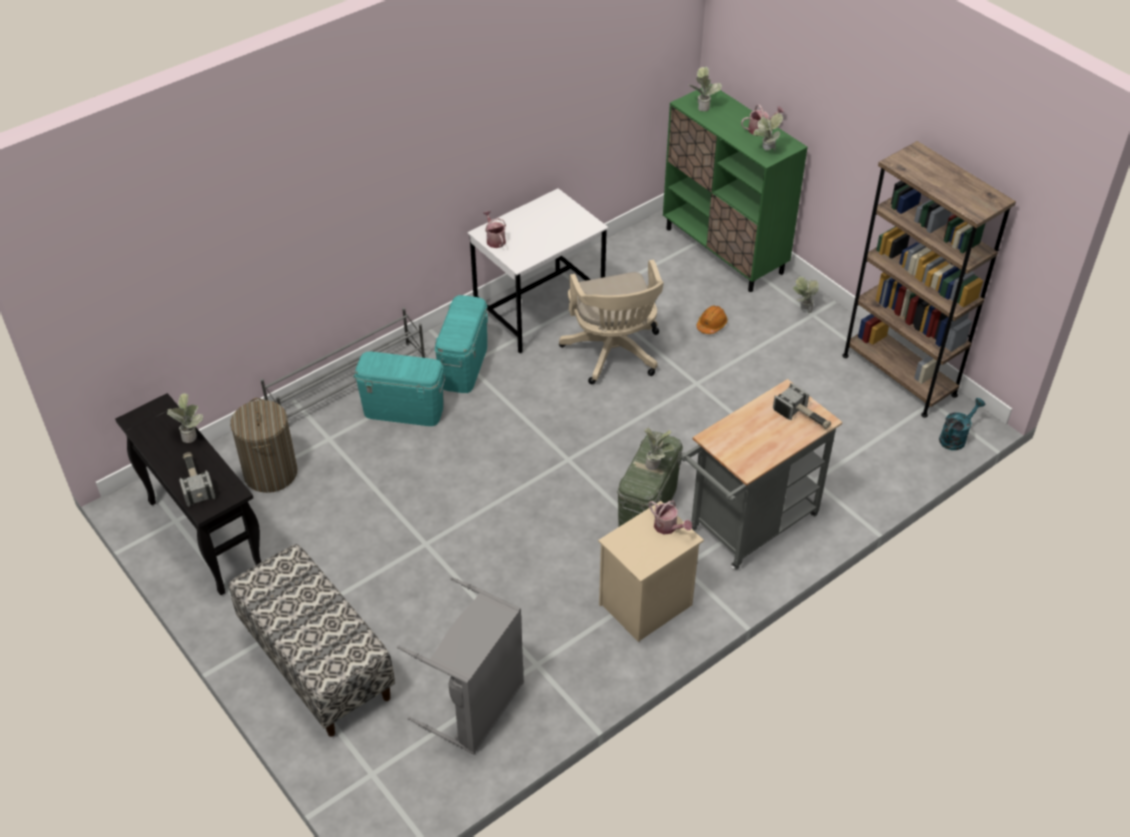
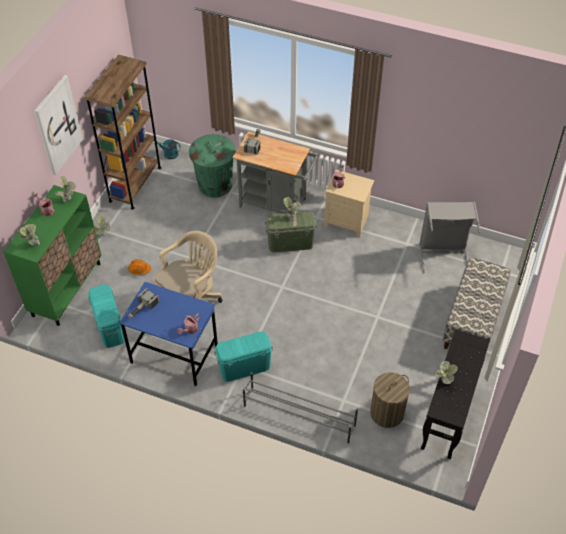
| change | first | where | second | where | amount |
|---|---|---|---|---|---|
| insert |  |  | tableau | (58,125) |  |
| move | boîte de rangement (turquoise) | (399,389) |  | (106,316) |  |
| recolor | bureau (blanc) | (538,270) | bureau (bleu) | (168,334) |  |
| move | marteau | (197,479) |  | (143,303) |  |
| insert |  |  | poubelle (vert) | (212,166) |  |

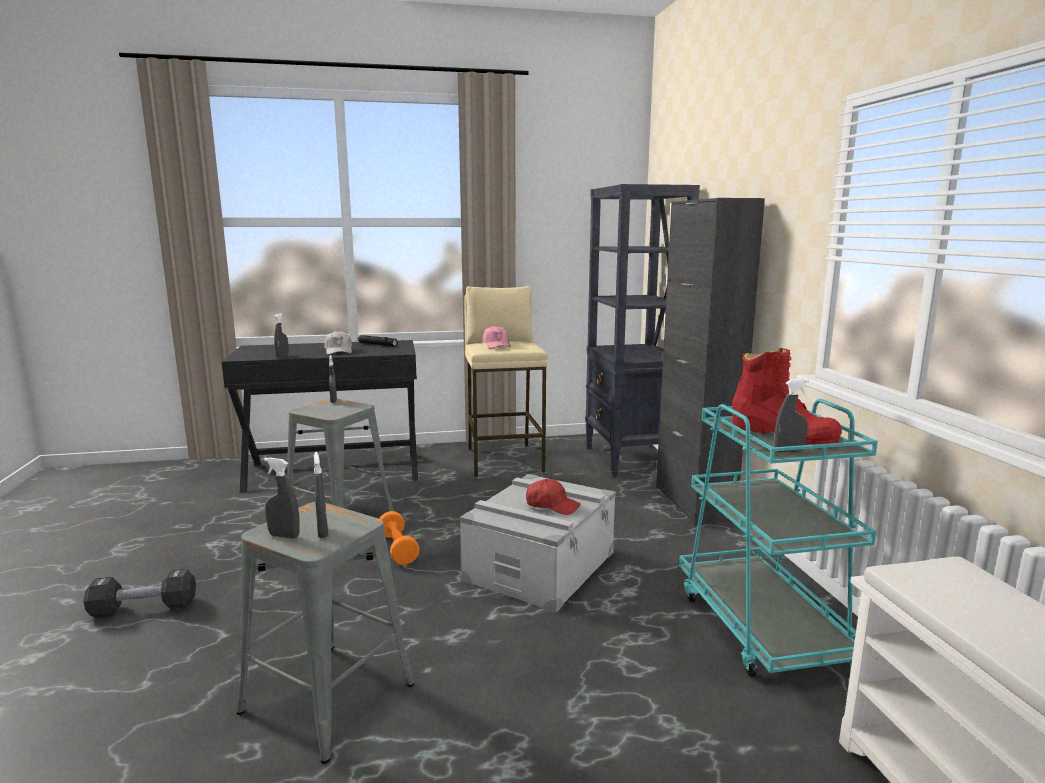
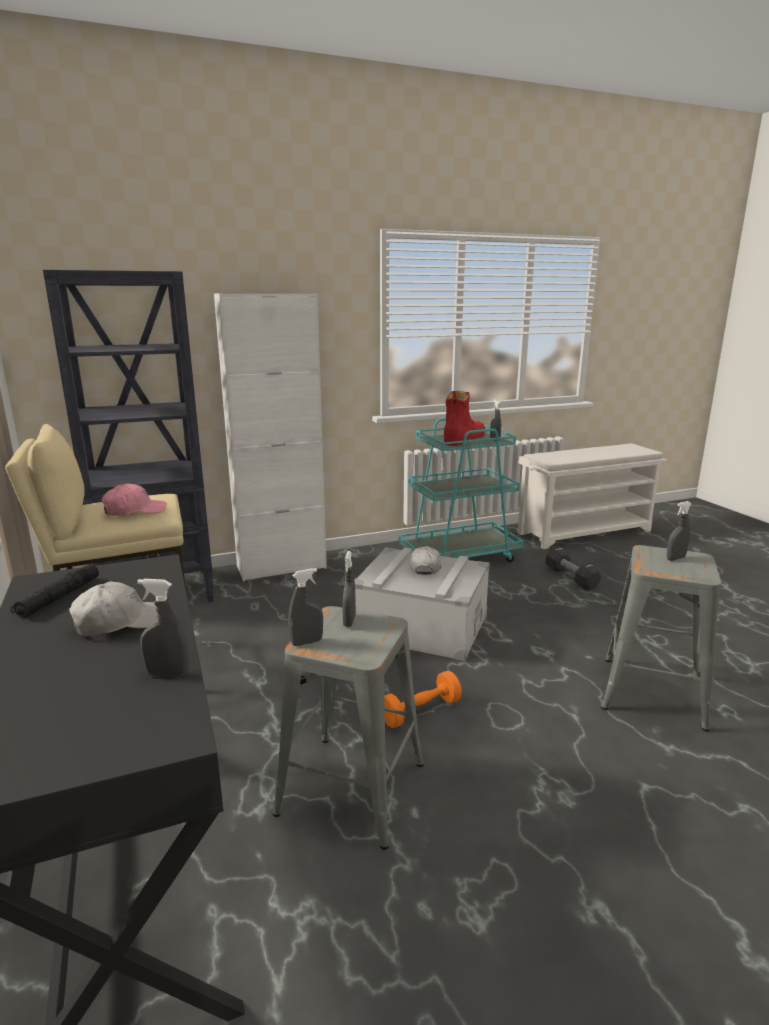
| change | first | where | second | where | amount |
|---|---|---|---|---|---|
| recolor | meuble de rangement (noir) | (710,361) | meuble de rangement (blanc) | (270,437) |  |
| move | vaporisateur (gris) | (282,498) |  | (349,589) |  |
| recolor | casquette (rouge) | (553,497) | casquette (blanc) | (426,560) |  |
| move | haltère (noir) | (139,593) |  | (573,568) |  |

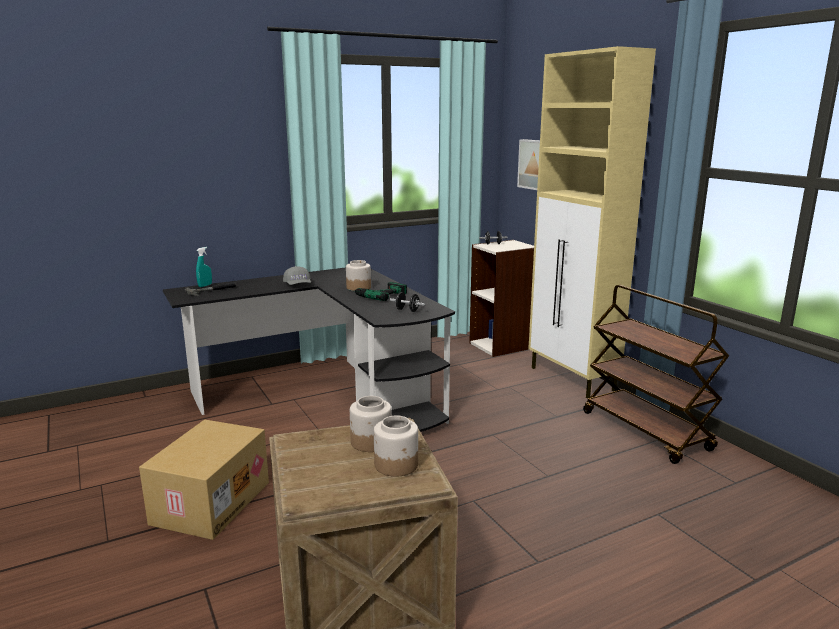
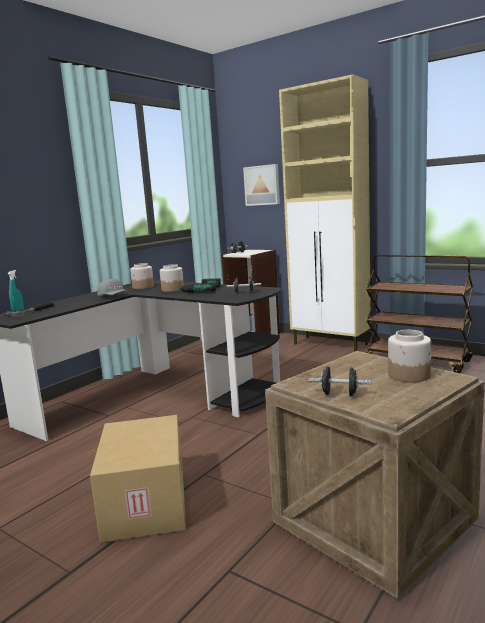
| change | first | where | second | where | amount |
|---|---|---|---|---|---|
| move | bocal | (371,424) |  | (142,276) |  |
| insert |  |  | haltère (noir) | (339,381) |  |

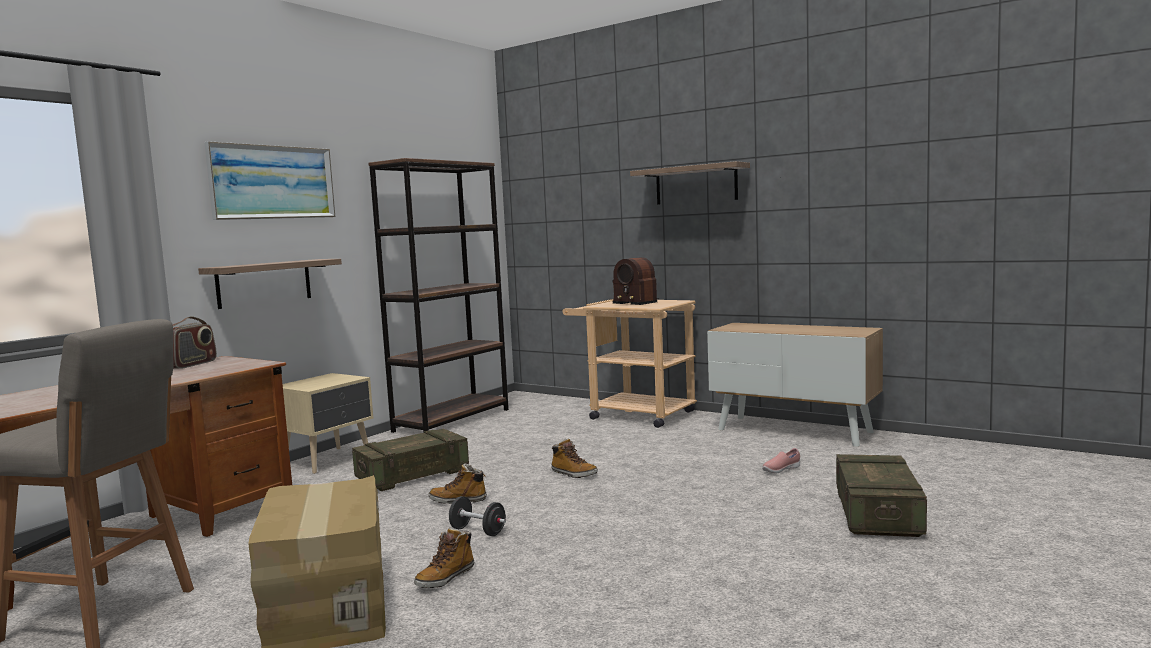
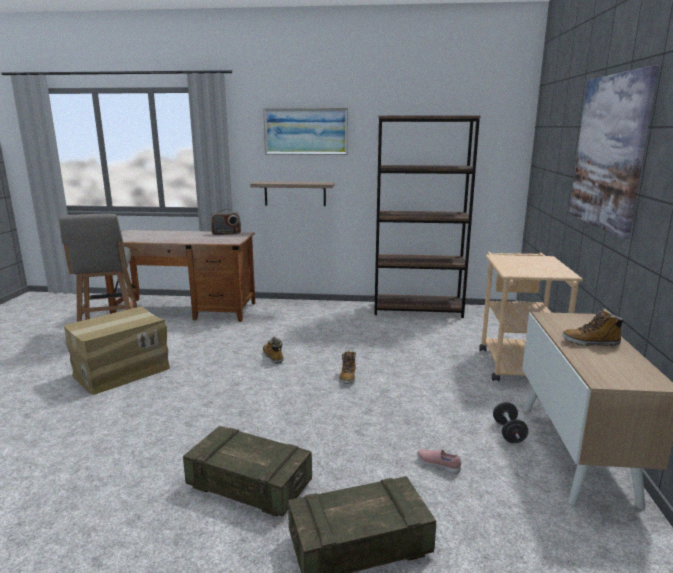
| change | first | where | second | where | amount |
|---|---|---|---|---|---|
| move | caisse | (410,460) |  | (247,471) |  |
| move | haltère (noir) | (477,516) |  | (511,422) |  |
| move | botte | (444,557) |  | (593,327) |  |
| replace | étagère | (690,183) | tableau | (614,152) |  |
| delete | table de chevet (beige) | (328,423) |  |  |  |
| delete | radio | (636,281) |  |  |  |

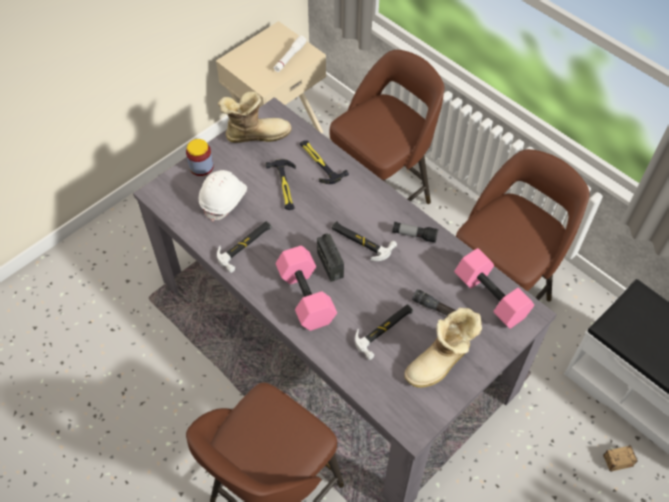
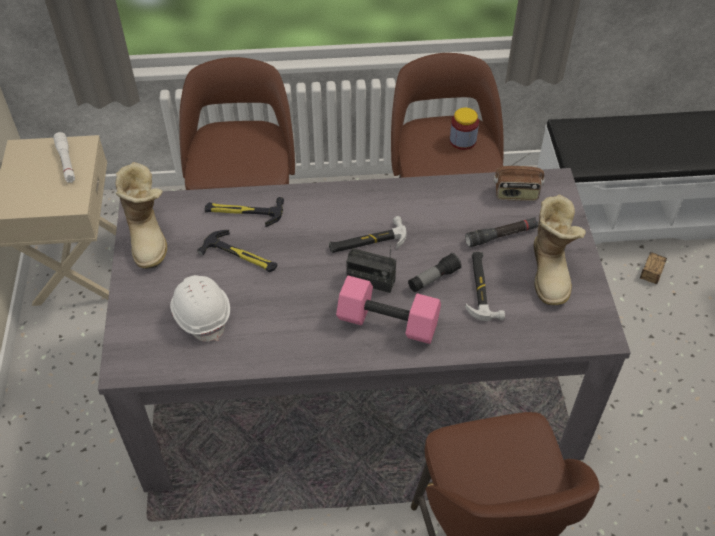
| change | first | where | second | where | amount |
|---|---|---|---|---|---|
| rotate | botte | (255,117) |  | (141,215) | 135 degrees clockwise |
| move | lampe de poche | (415,232) |  | (435,272) |  |
| move | bocal | (200,157) |  | (464,129) |  |
| replace | haltère (rose) | (494,288) | radio | (518,176) |  |
| delete | marteau | (244,247) |  |  |  |

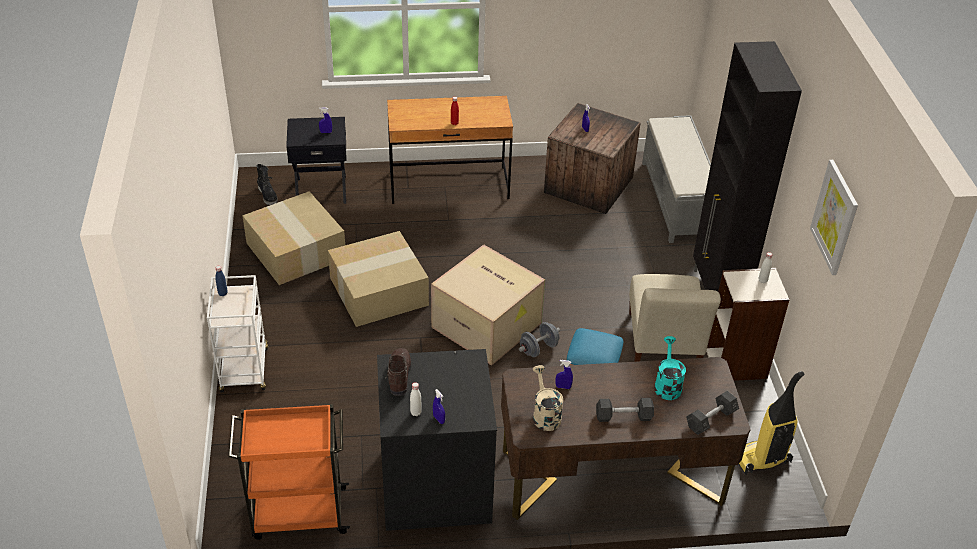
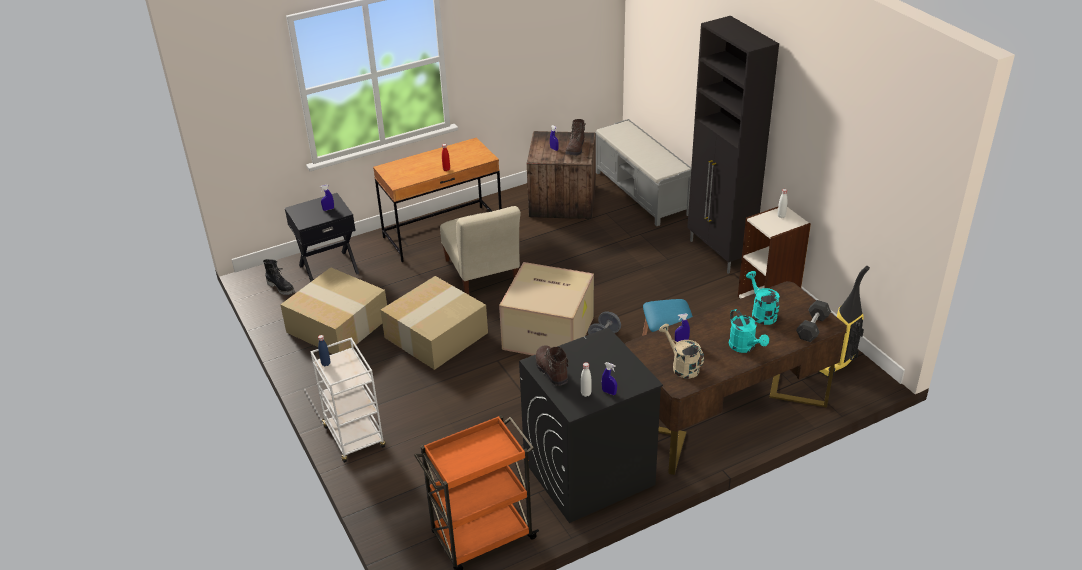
| change | first | where | second | where | amount |
|---|---|---|---|---|---|
| move | chaise (beige) | (675,318) |  | (480,250) |  |
| insert |  |  | botte (marron) | (575,137) |  |
| replace | haltère (gris) | (625,410) | arrosoir (turquoise) | (749,331) |  |
| delete | tableau | (834,217) |  |  |  |

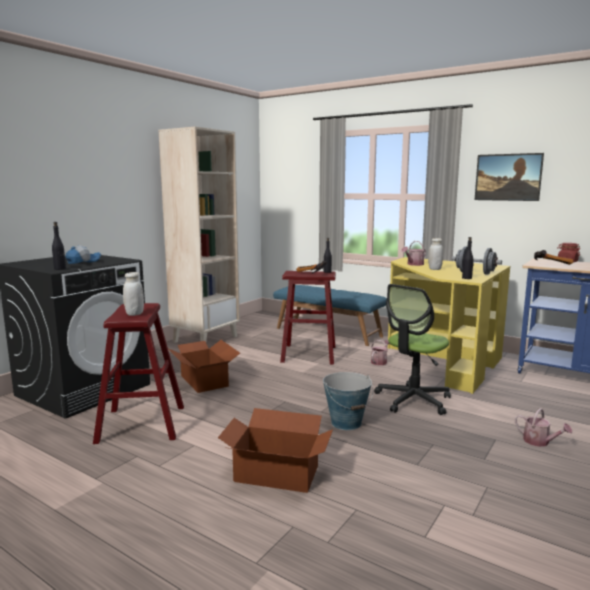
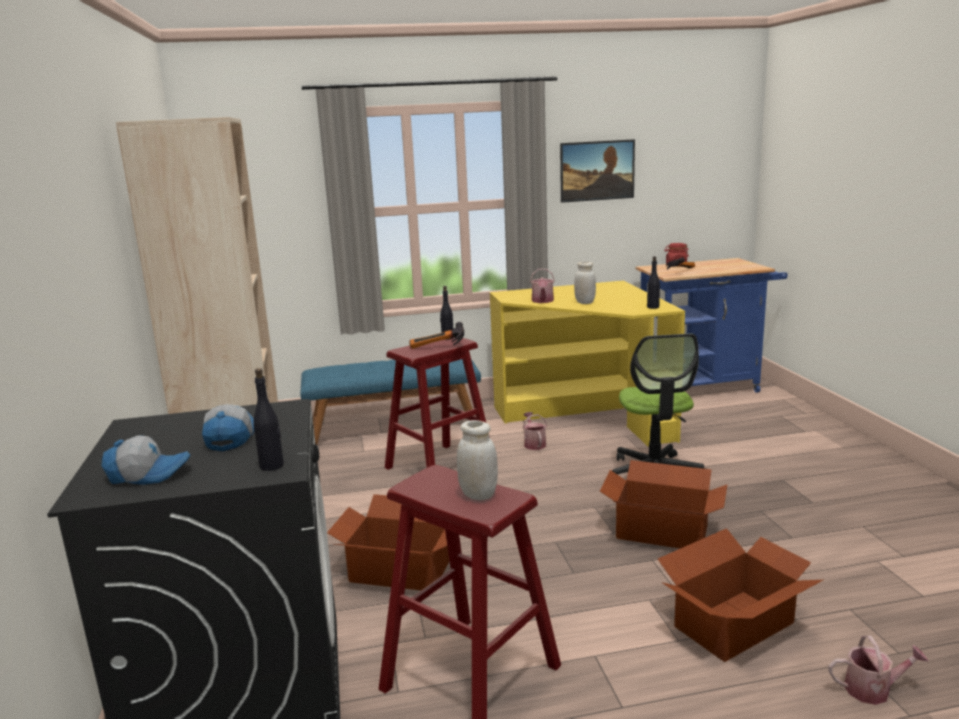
| change | first | where | second | where | amount |
|---|---|---|---|---|---|
| insert |  |  | casquette | (146,460) |  |
| replace | seau | (348,401) | carton | (664,504) |  |
| move | arrosoir | (543,427) |  | (878,670) |  |
| delete | haltère (gris) | (477,260) |  |  |  |

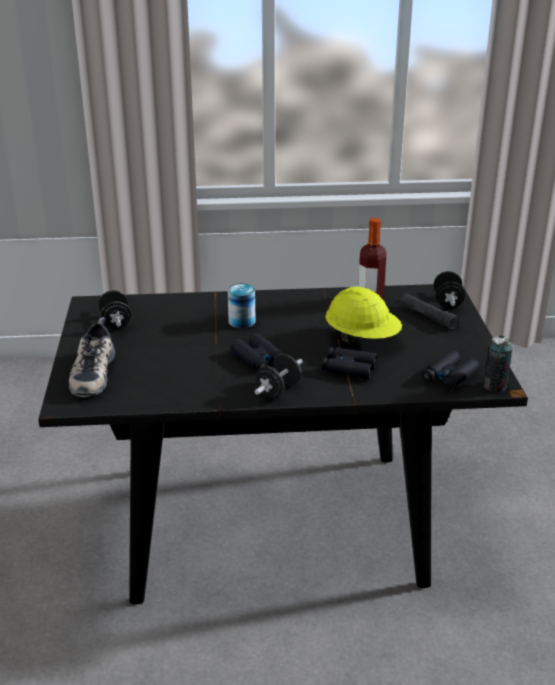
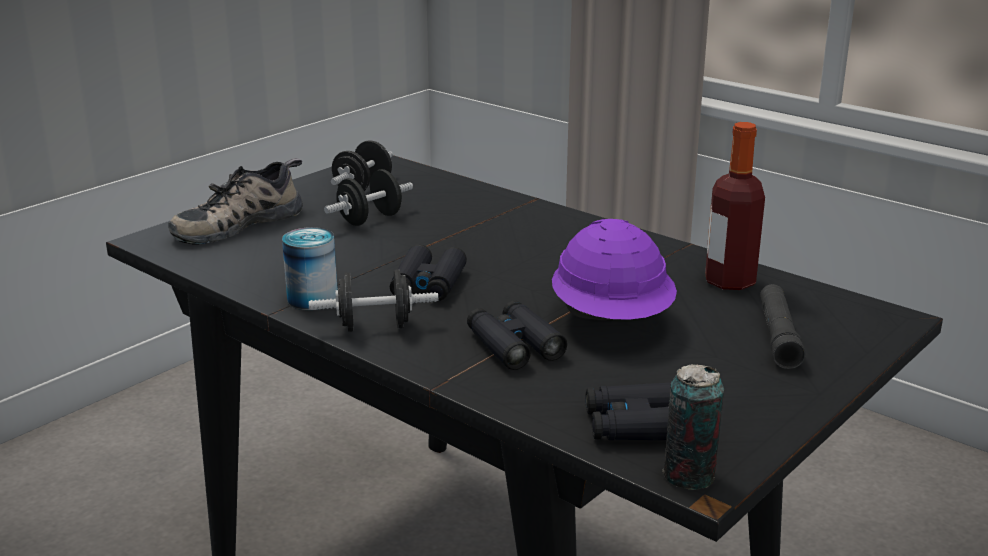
| change | first | where | second | where | amount |
|---|---|---|---|---|---|
| move | boîte métallique | (241,305) |  | (310,268) |  |
| move | haltère (noir) | (449,290) |  | (368,197) |  |
| recolor | casque de chantier (jaune) | (363,315) | casque de chantier (violet) | (614,269) |  |

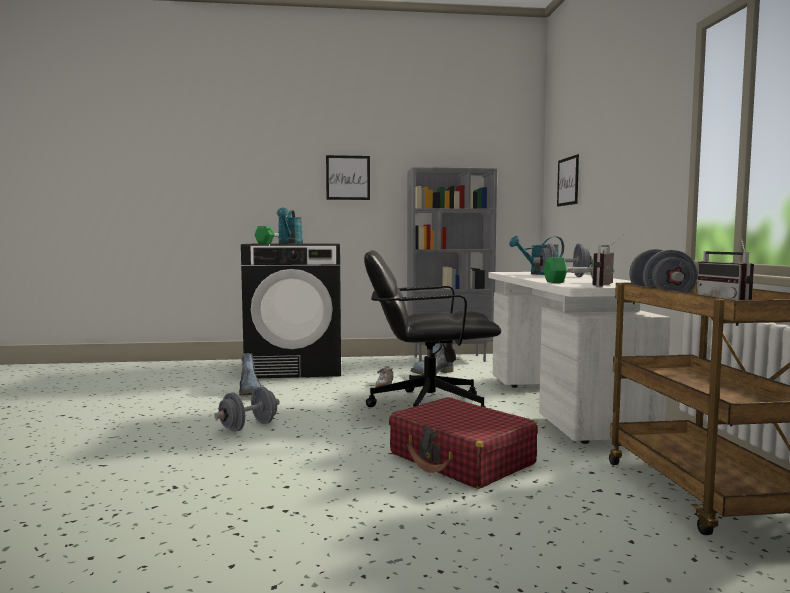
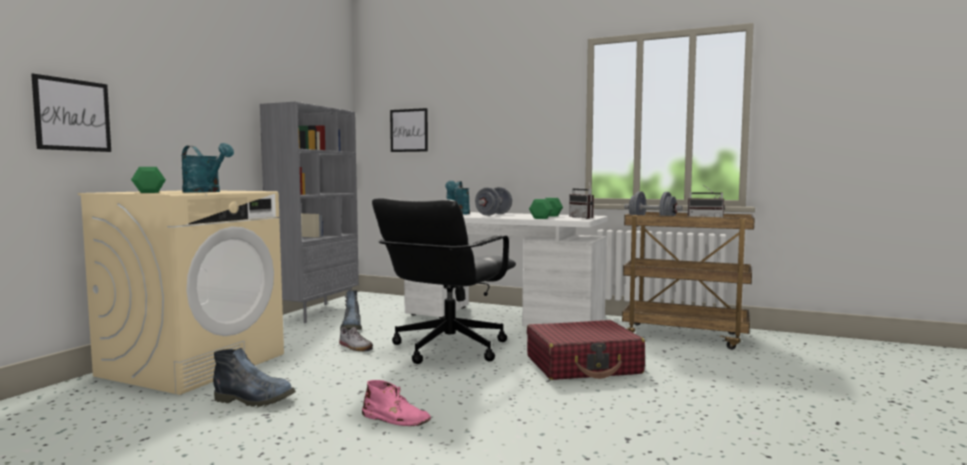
| change | first | where | second | where | amount |
|---|---|---|---|---|---|
| move | tableau | (348,177) |  | (71,113) |  |
| recolor | lave-linge (noir) | (291,311) | lave-linge (beige) | (181,292) |  |
| replace | haltère (gris) | (247,409) | botte (rose) | (396,403) |  |

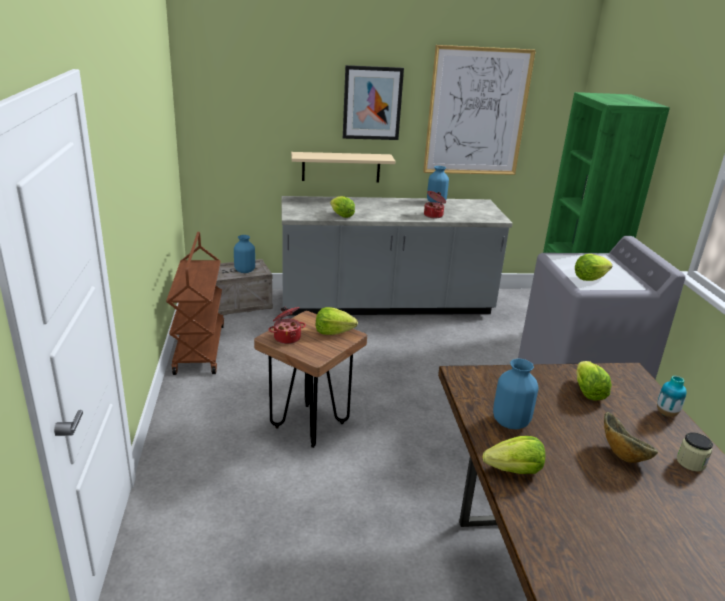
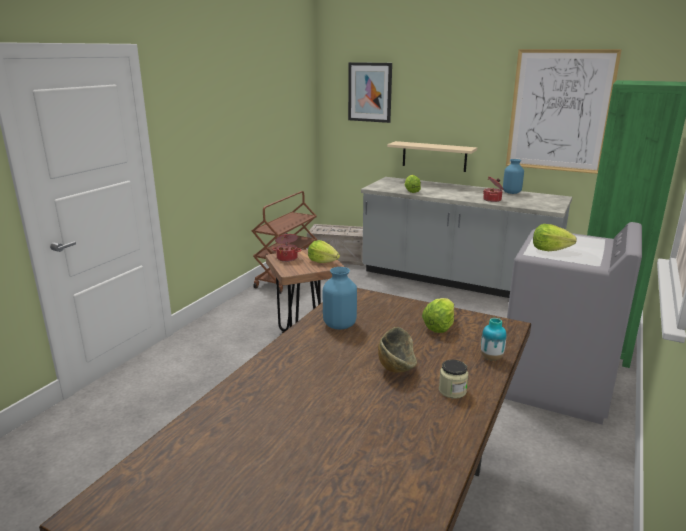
| change | first | where | second | where | amount |
|---|---|---|---|---|---|
| move | tableau | (373,102) |  | (370,92) |  |
| delete | vase (bleu) | (244,254) |  |  |  |
| delete | laitue | (513,455) |  |  |  |

